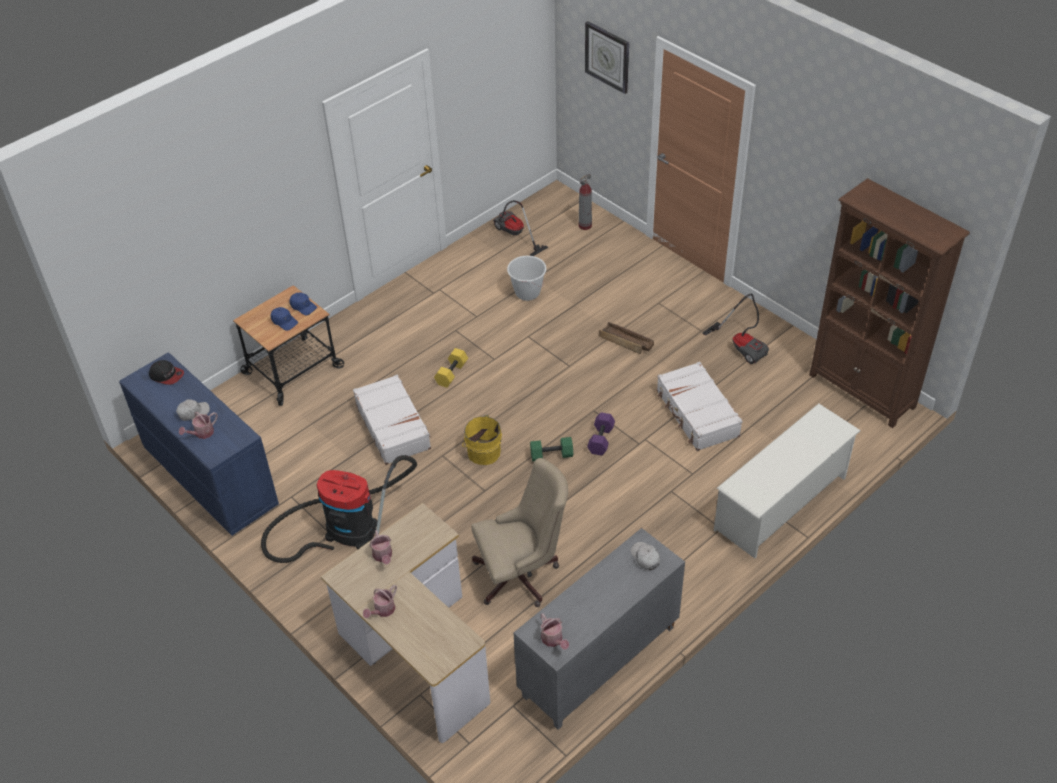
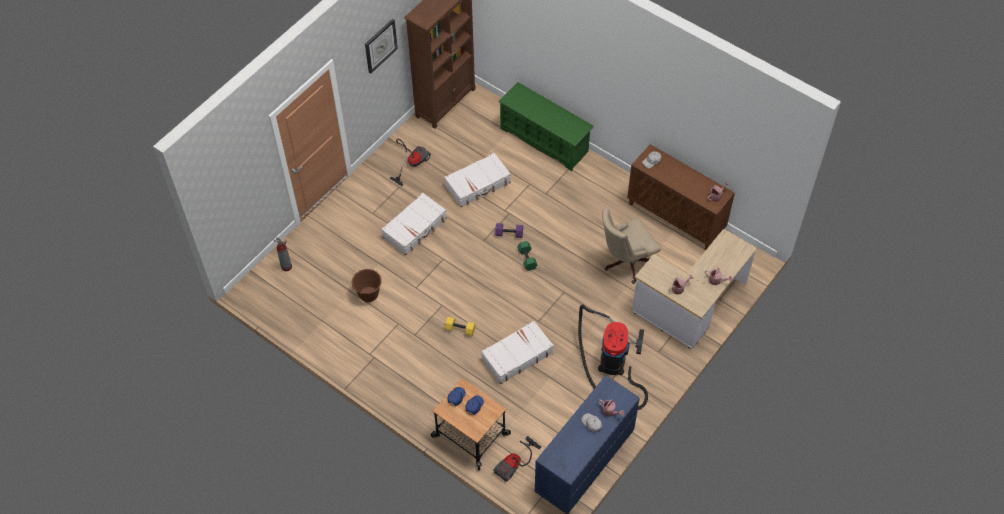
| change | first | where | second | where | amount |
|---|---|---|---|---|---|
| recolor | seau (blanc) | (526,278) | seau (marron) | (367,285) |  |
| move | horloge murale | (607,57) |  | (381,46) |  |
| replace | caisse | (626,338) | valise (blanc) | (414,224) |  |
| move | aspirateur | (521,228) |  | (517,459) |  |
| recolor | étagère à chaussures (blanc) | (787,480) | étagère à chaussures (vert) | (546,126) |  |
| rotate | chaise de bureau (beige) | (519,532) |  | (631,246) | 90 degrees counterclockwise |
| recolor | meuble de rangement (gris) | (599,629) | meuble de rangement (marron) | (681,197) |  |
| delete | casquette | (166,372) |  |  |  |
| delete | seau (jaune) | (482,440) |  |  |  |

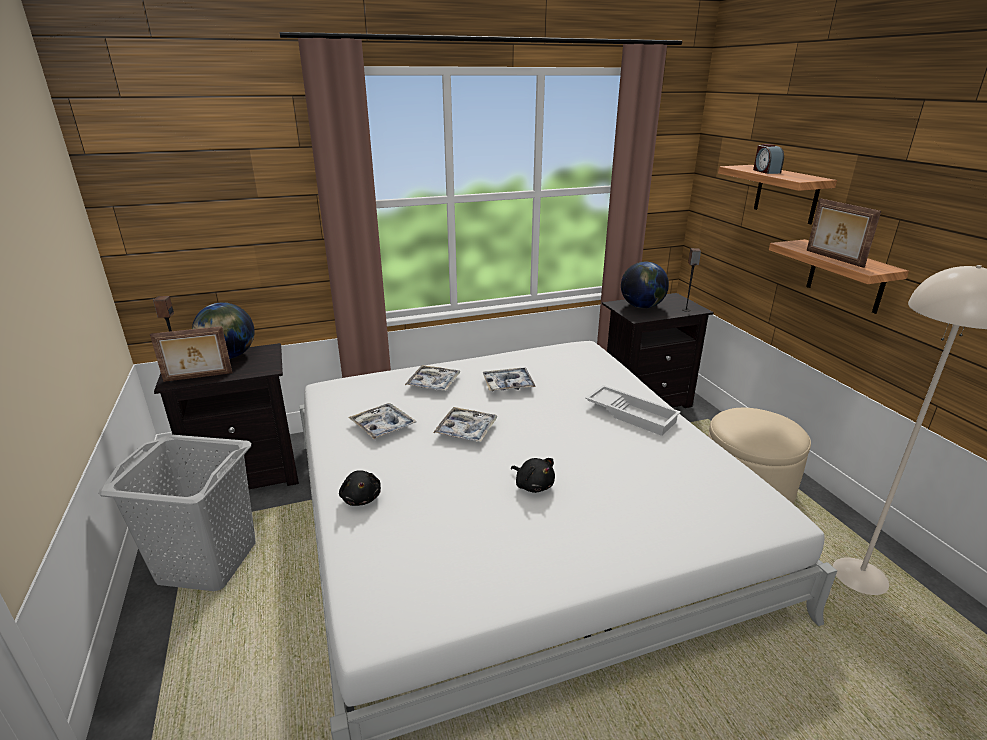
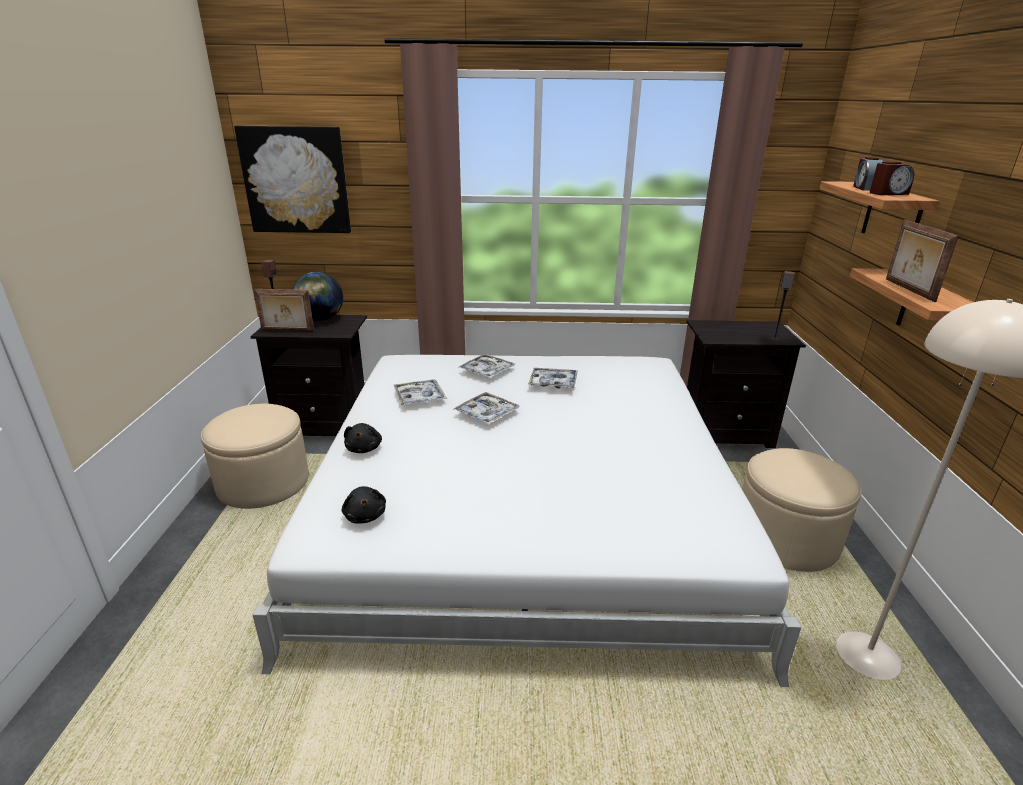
| change | first | where | second | where | amount |
|---|---|---|---|---|---|
| replace | panier à linge (gris) | (177,512) | pouf (beige) | (255,456) |  |
| insert |  |  | tableau | (292,179) |  |
| move | peluche (noir) | (533,475) |  | (364,504) |  |
| insert |  |  | réveil | (892,178) |  |
| delete | plateau (blanc) | (633,410) |  |  |  |
| delete | globe | (645,285) |  |  |  |

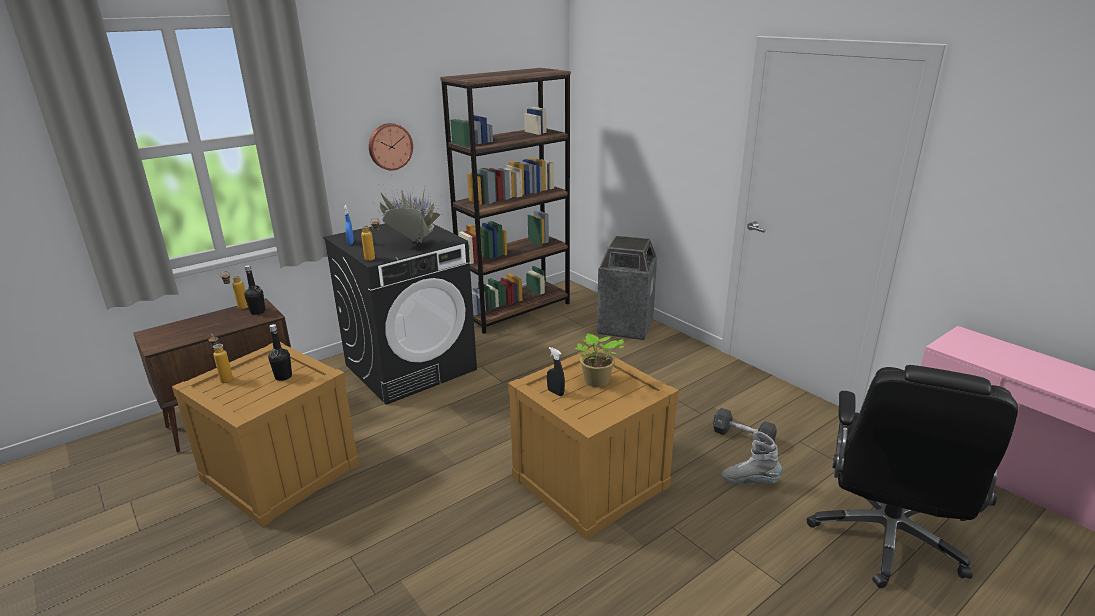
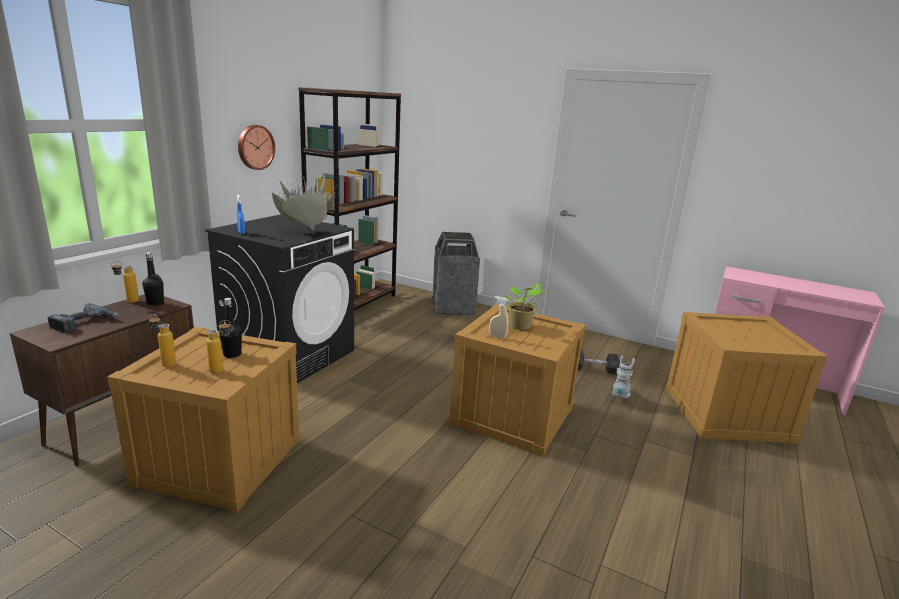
| change | first | where | second | where | amount |
|---|---|---|---|---|---|
| insert |  |  | perceuse | (83,318) |  |
| move | bouteille | (370,239) |  | (218,347) |  |
| recolor | vaporisateur (noir) | (556,371) | vaporisateur (beige) | (499,317) |  |
| rotate | botte (gris) | (751,457) |  | (623,376) | 120 degrees clockwise |
| replace | chaise de bureau (noir) | (912,476) | caisse | (747,377) |  |

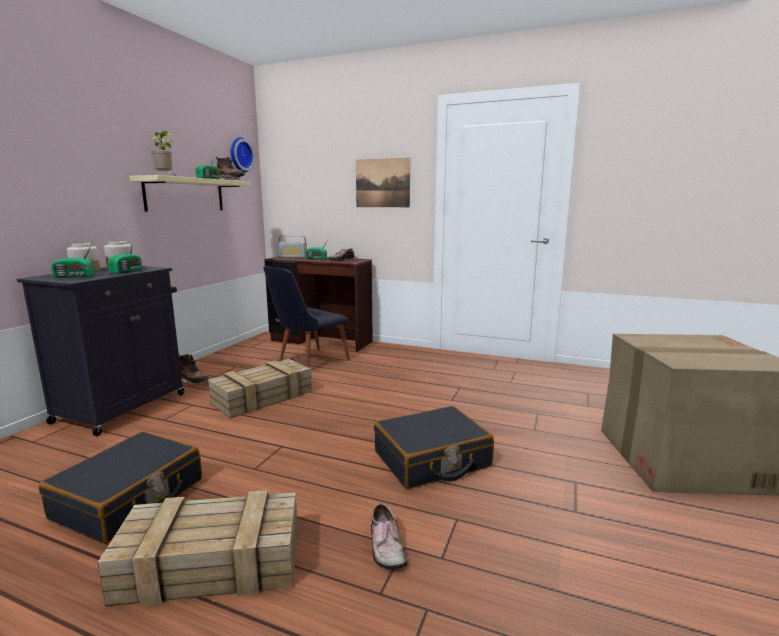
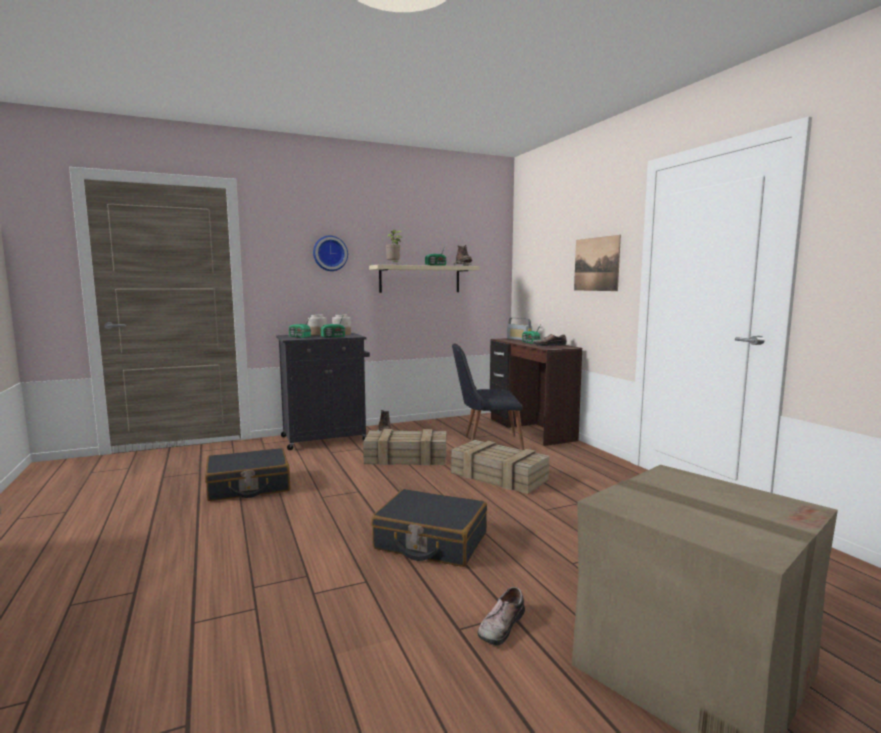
| change | first | where | second | where | amount |
|---|---|---|---|---|---|
| move | horloge murale | (243,155) |  | (330,253) |  |
| move | caisse | (197,548) |  | (500,467) |  |
| move | chaussure | (389,536) |  | (501,616) |  |

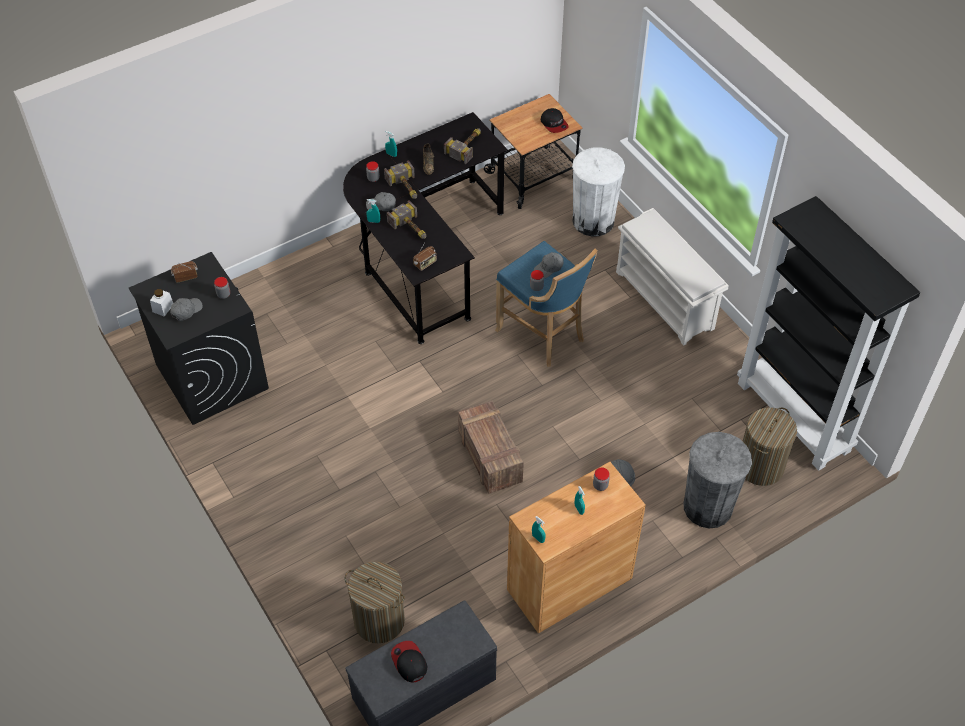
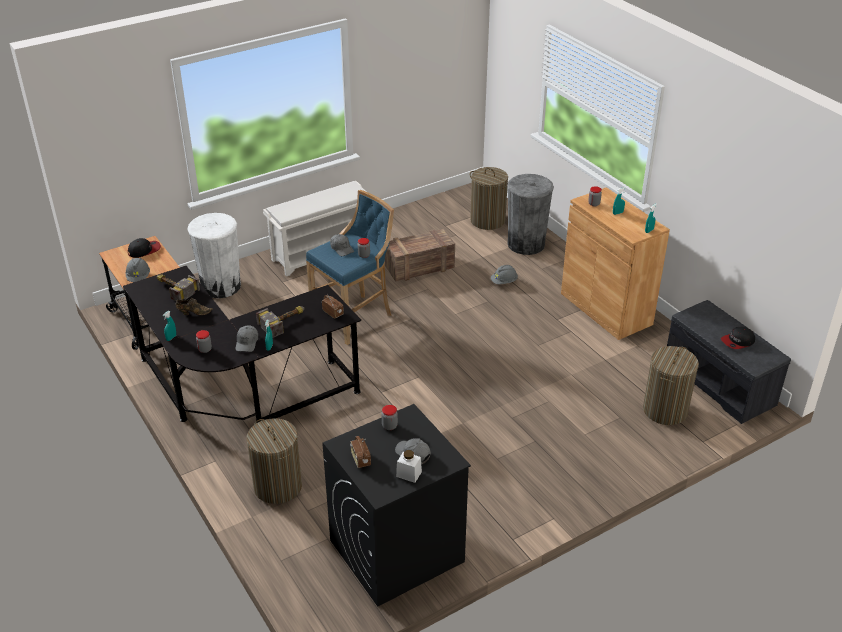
| change | first | where | second | where | amount |
|---|---|---|---|---|---|
| insert |  |  | casque de chantier (gris) | (138,270) |  |
| insert |  |  | panier à linge | (274,461) |  |
| move | caisse | (491,447) |  | (420,255) |  |
| delete | marteau | (400,179) |  |  |  |
| delete | bibliothèque (noir) | (828,333) |  |  |  |

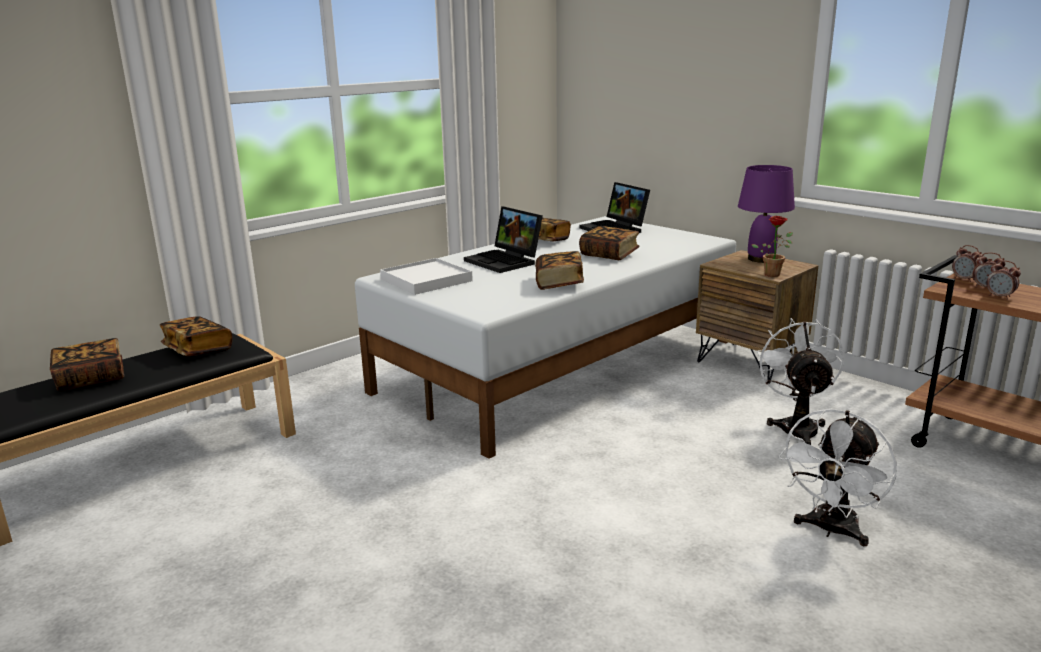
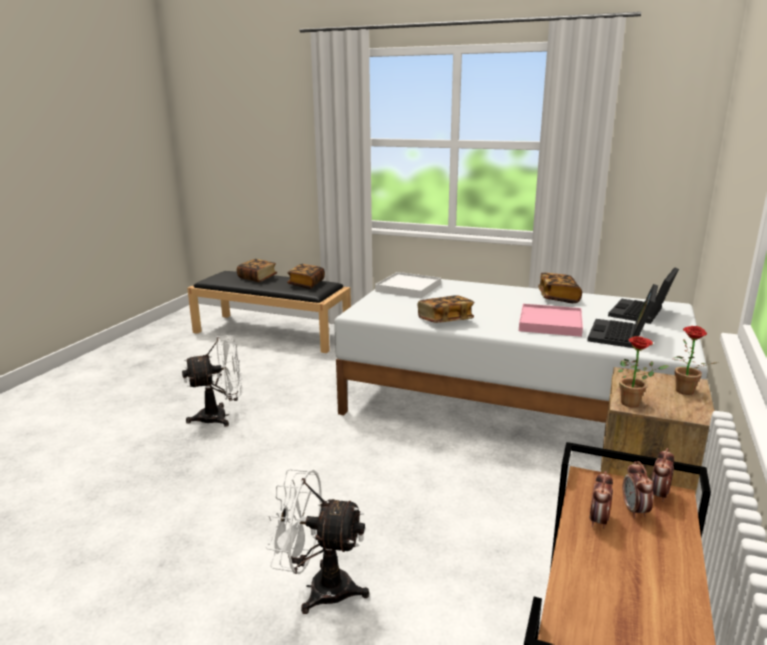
| change | first | where | second | where | amount |
|---|---|---|---|---|---|
| move | ventilateur (blanc) | (800,381) |  | (212,381) |  |
| replace | livre | (609,243) | plateau (rose) | (551,320) |  |
| move | ordinateur portable | (503,239) |  | (622,316) |  |
| replace | lampe de table (violet) | (766,214) | plante en pot | (696,360) |  |

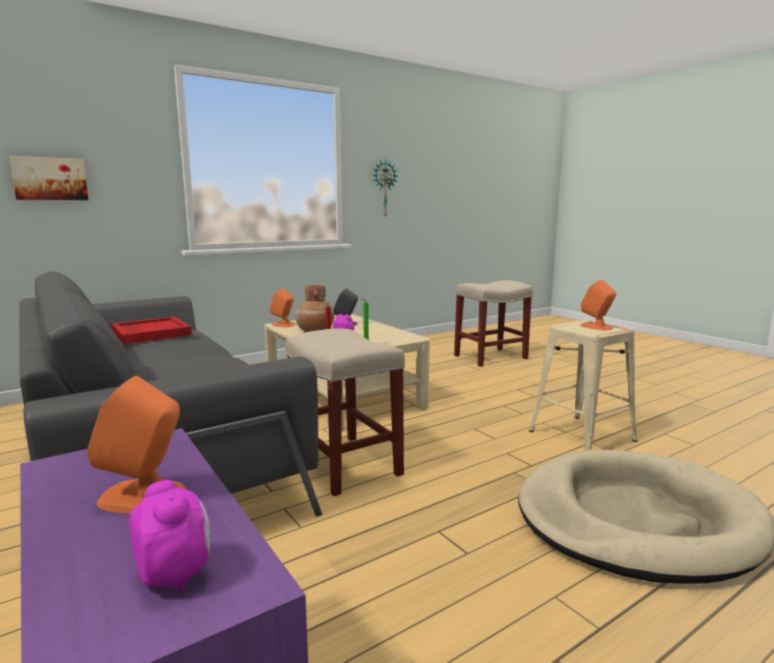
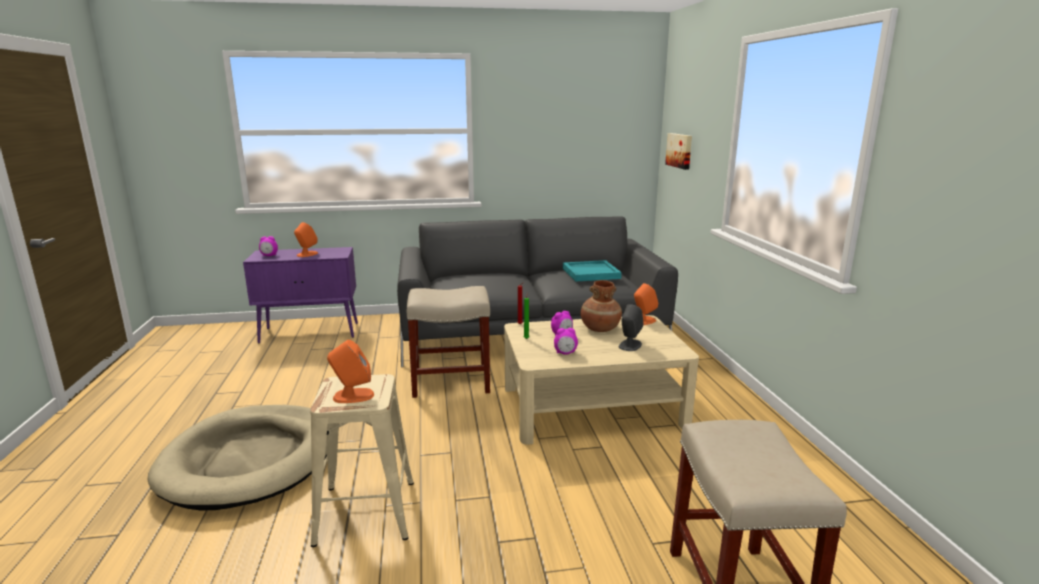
| change | first | where | second | where | amount |
|---|---|---|---|---|---|
| insert |  |  | réveil | (566,341) |  |
| recolor | plateau (rouge) | (151,330) | plateau (turquoise) | (592,271) |  |
| delete | horloge murale | (385,188) |  |  |  |

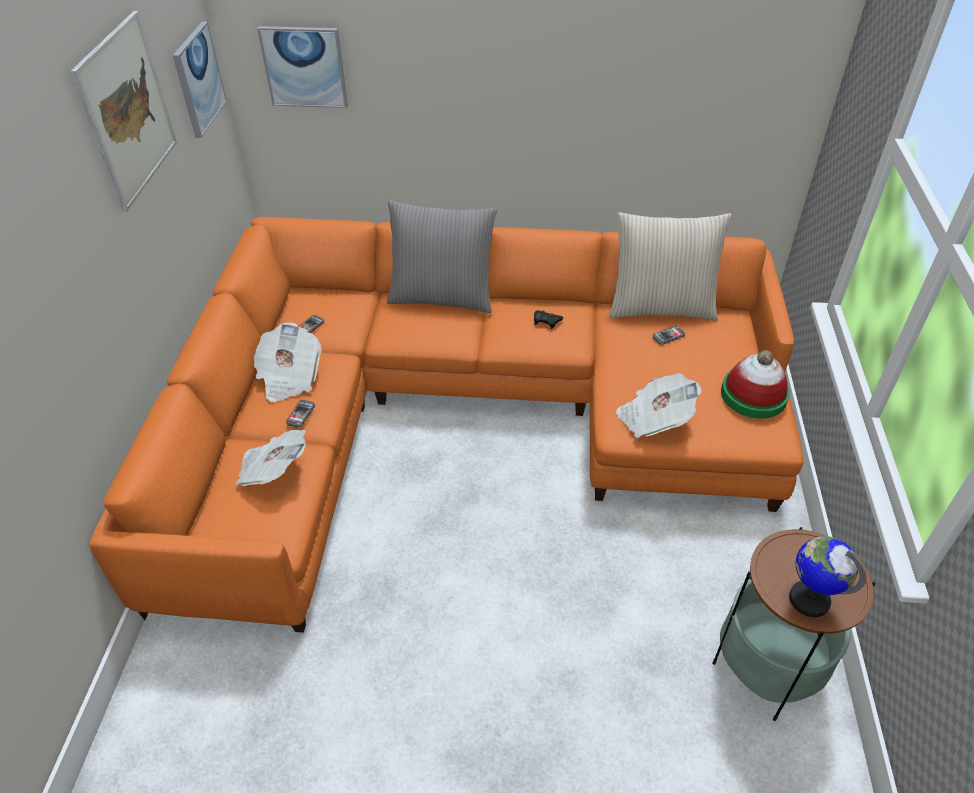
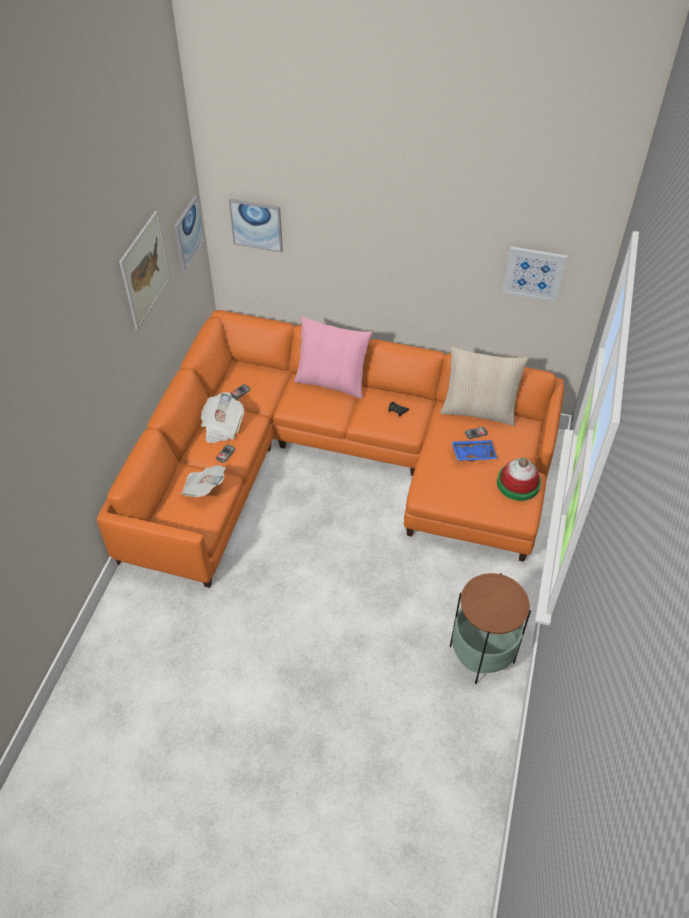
| change | first | where | second | where | amount |
|---|---|---|---|---|---|
| recolor | coussin (gris) | (442,256) | coussin (rose) | (333,358) |  |
| insert |  |  | plateau (bleu) | (474,450) |  |
| insert |  |  | tableau | (534,274) |  |
| delete | journal | (659,405) |  |  |  |
| delete | globe | (827,576) |  |  |  |

